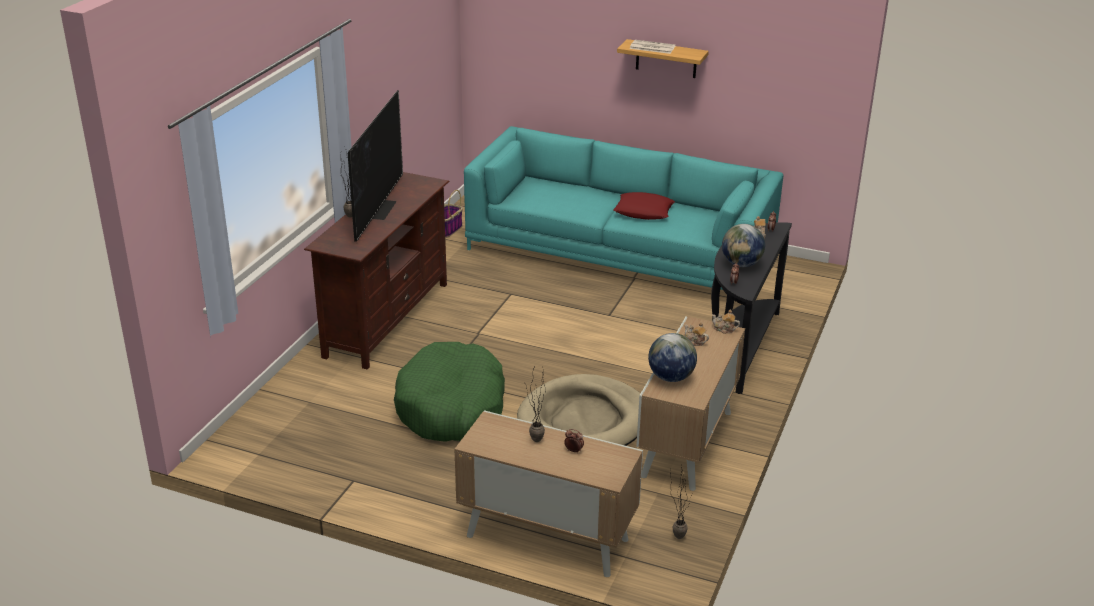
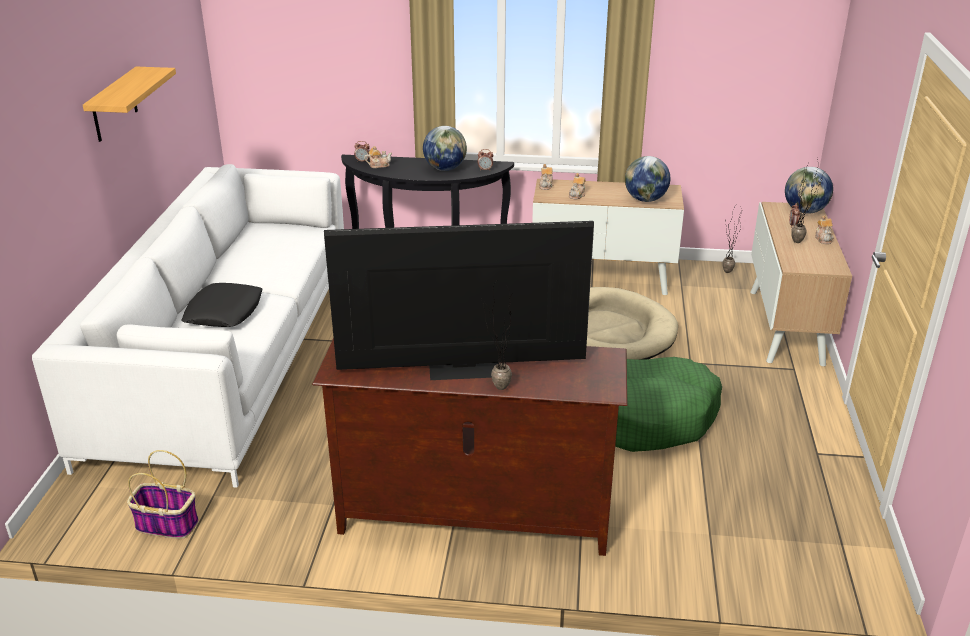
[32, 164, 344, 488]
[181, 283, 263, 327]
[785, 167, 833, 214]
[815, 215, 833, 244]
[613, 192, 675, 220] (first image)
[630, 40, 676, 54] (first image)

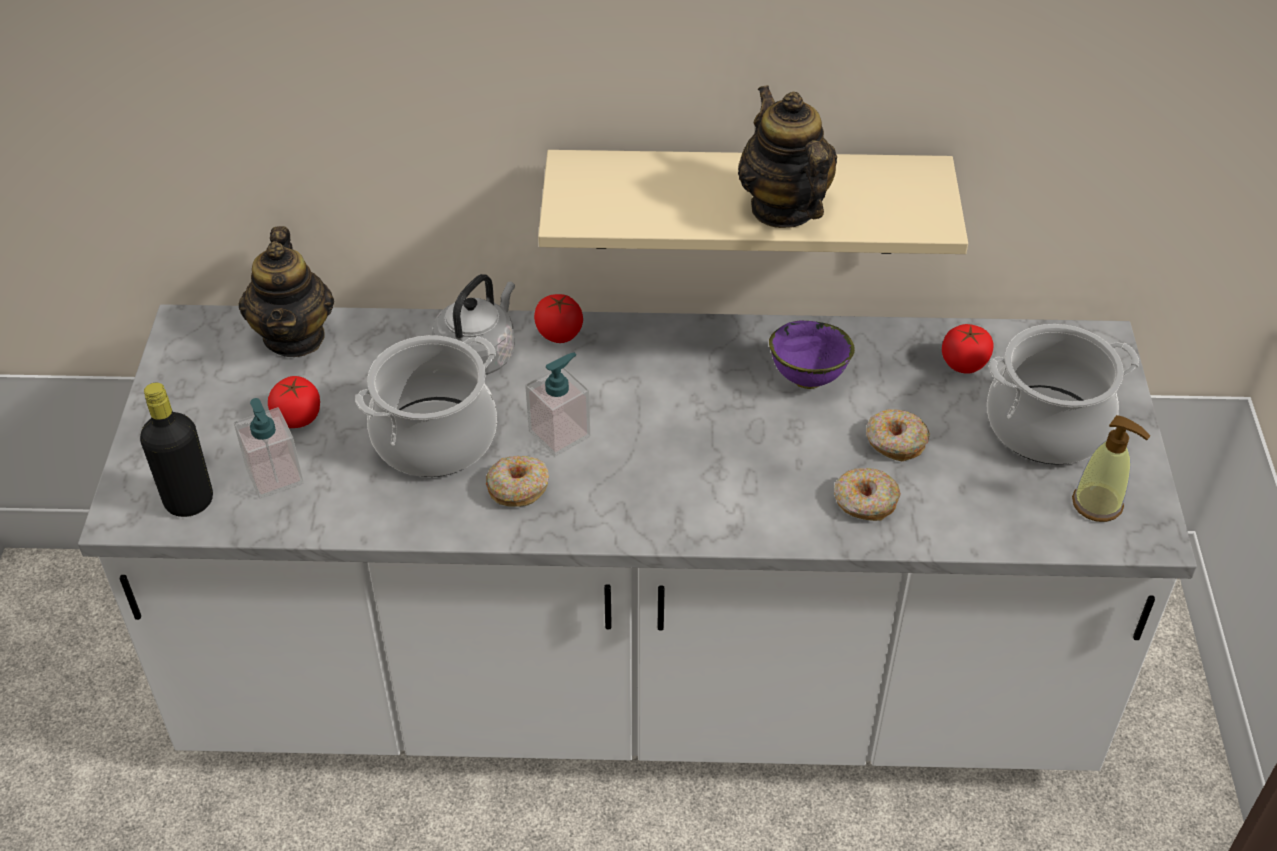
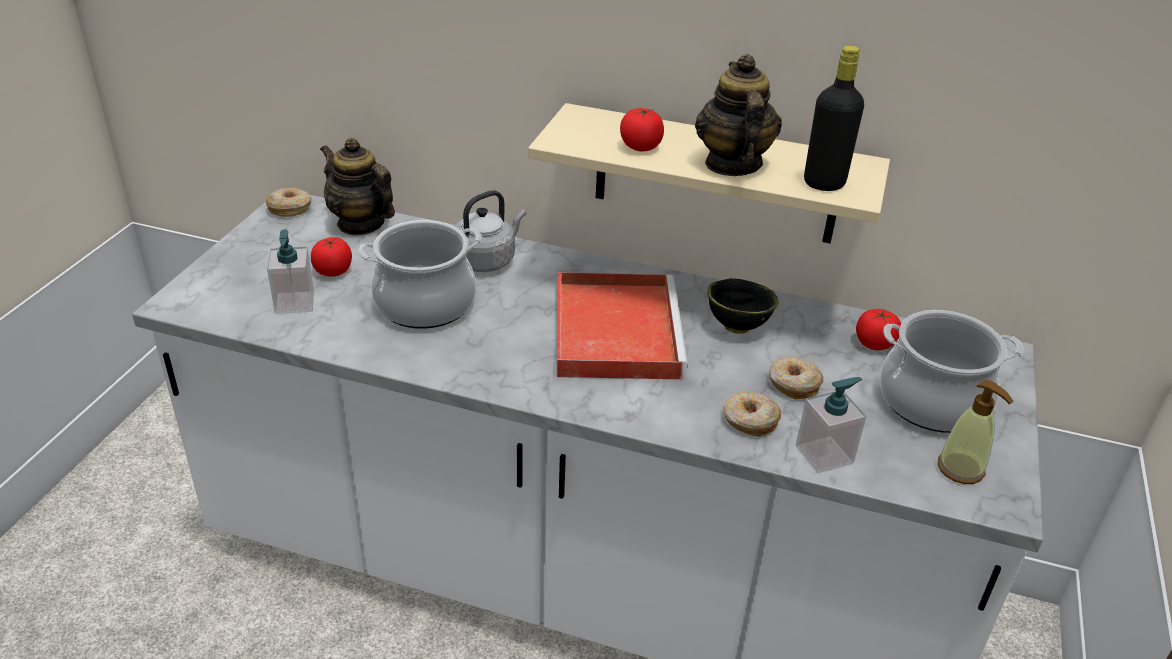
[266, 188, 311, 217]
[320, 138, 395, 236]
[557, 272, 688, 379]
[620, 108, 664, 151]
[707, 278, 779, 334]
[796, 377, 866, 473]
[804, 46, 864, 191]

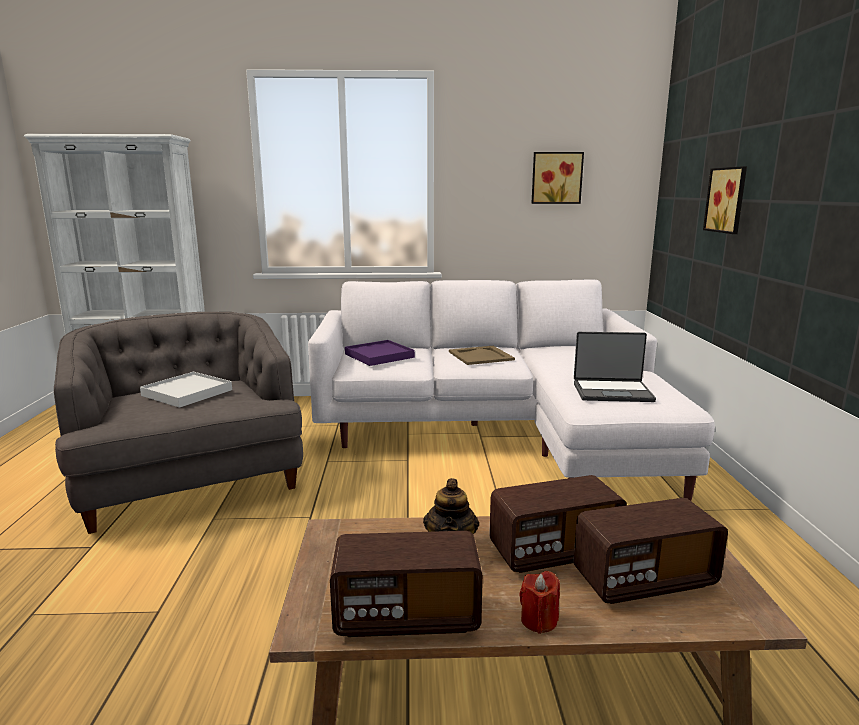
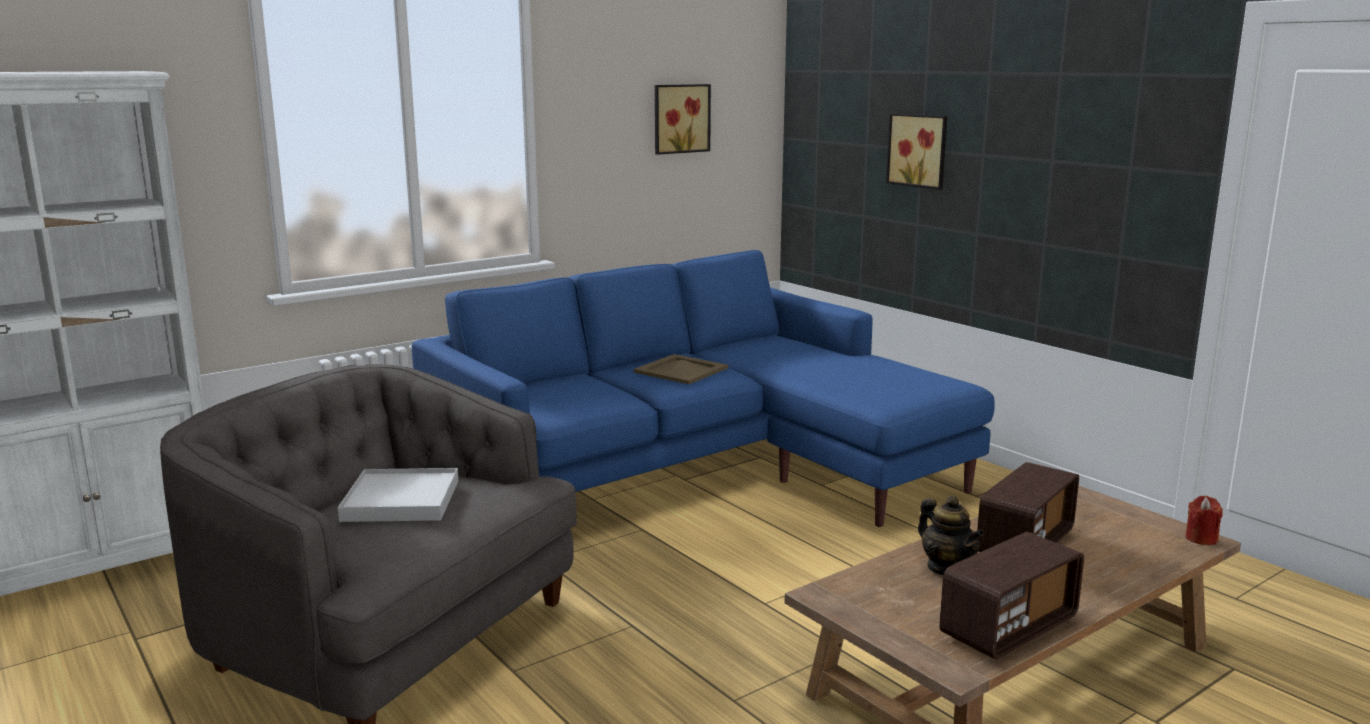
[412, 250, 995, 527]
[1185, 496, 1223, 545]
[345, 340, 415, 366] (first image)
[573, 498, 728, 604] (first image)
[574, 332, 656, 402] (first image)

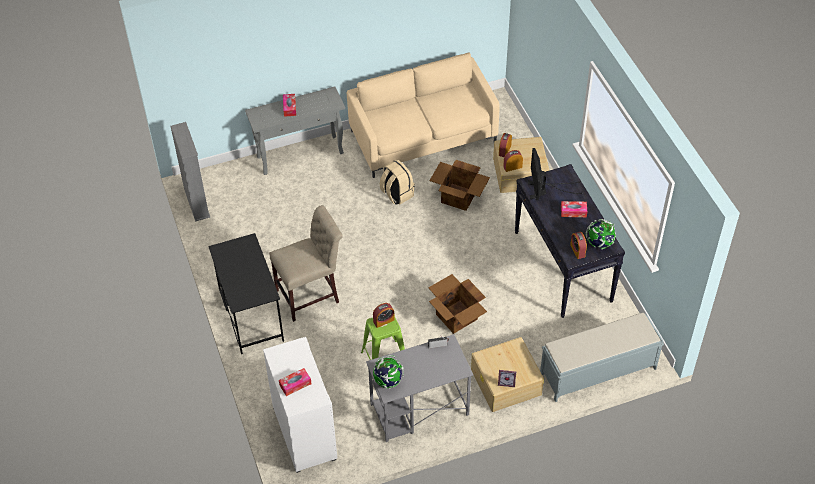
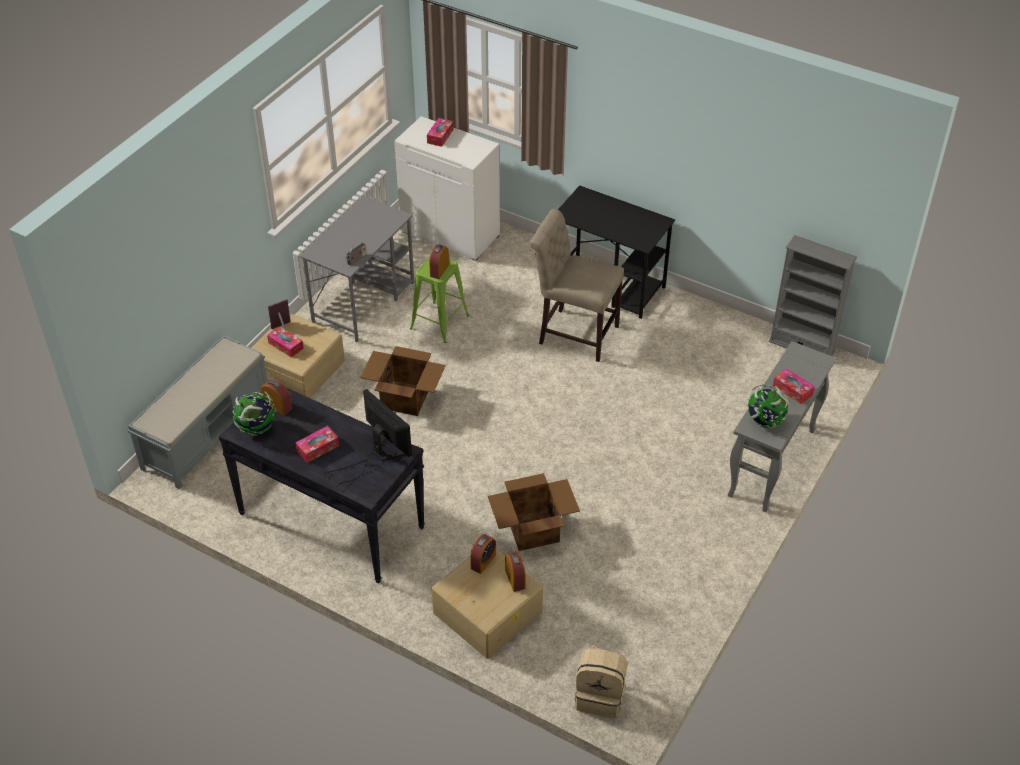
[267, 326, 304, 358]
[530, 209, 624, 362]
[575, 647, 627, 718]
[747, 384, 789, 428]
[347, 53, 500, 178] (first image)

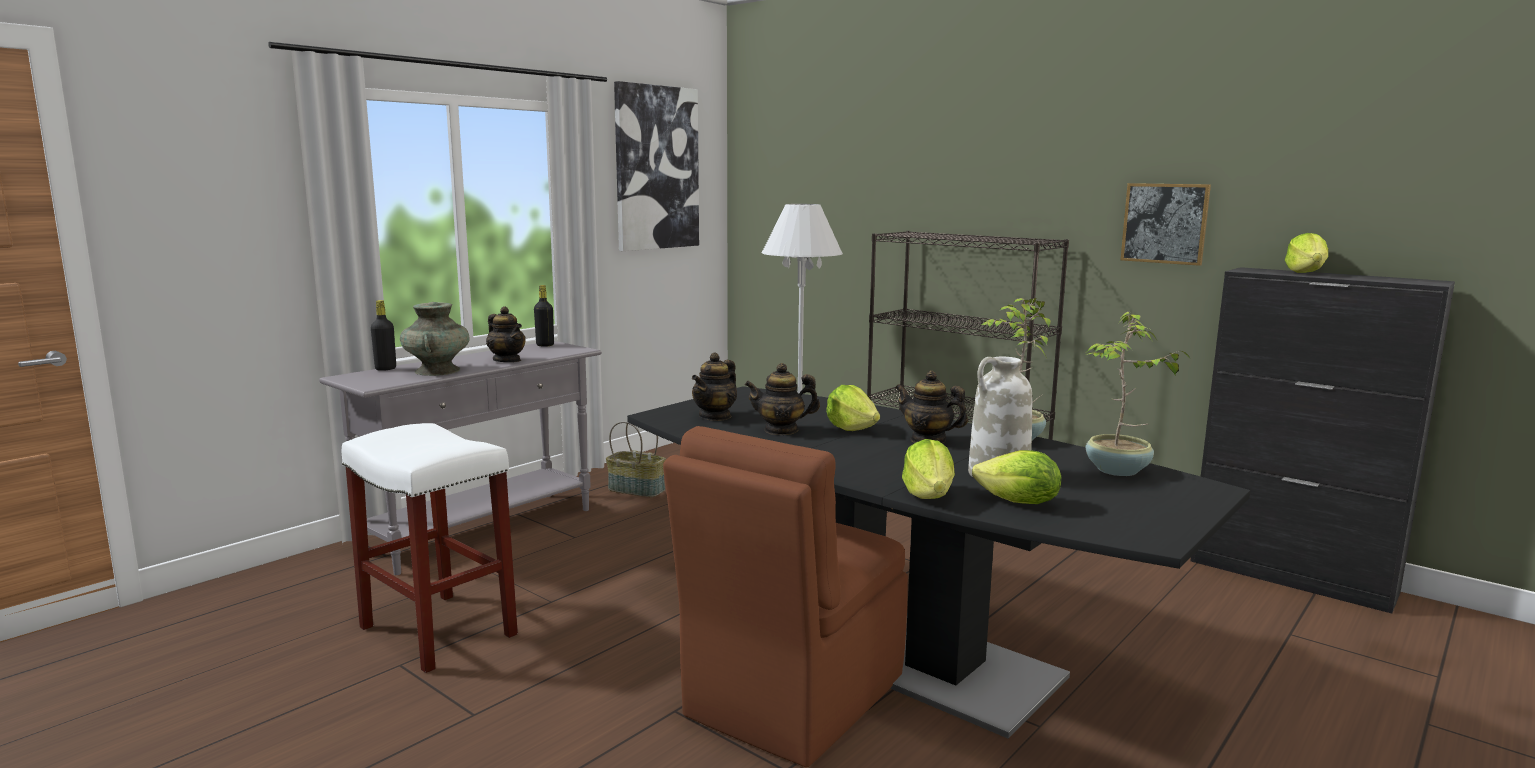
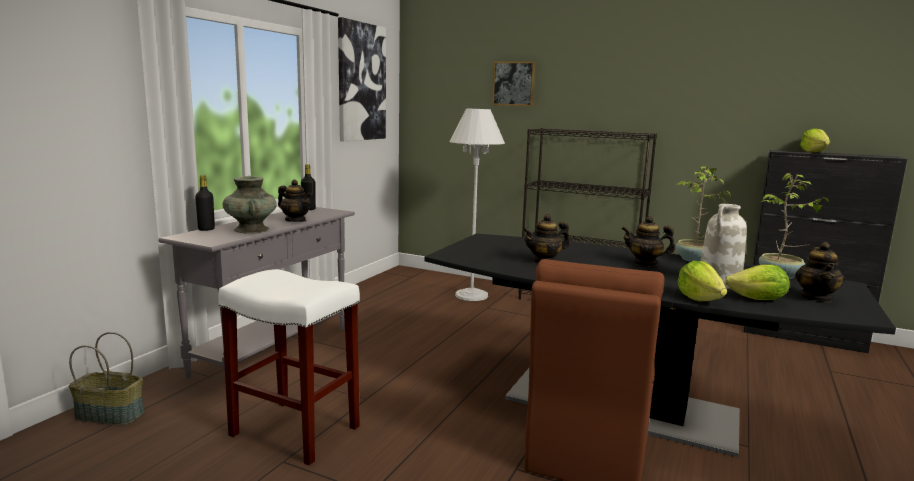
[69, 332, 145, 425]
[492, 61, 535, 106]
[795, 242, 845, 302]
[826, 385, 880, 431] (first image)

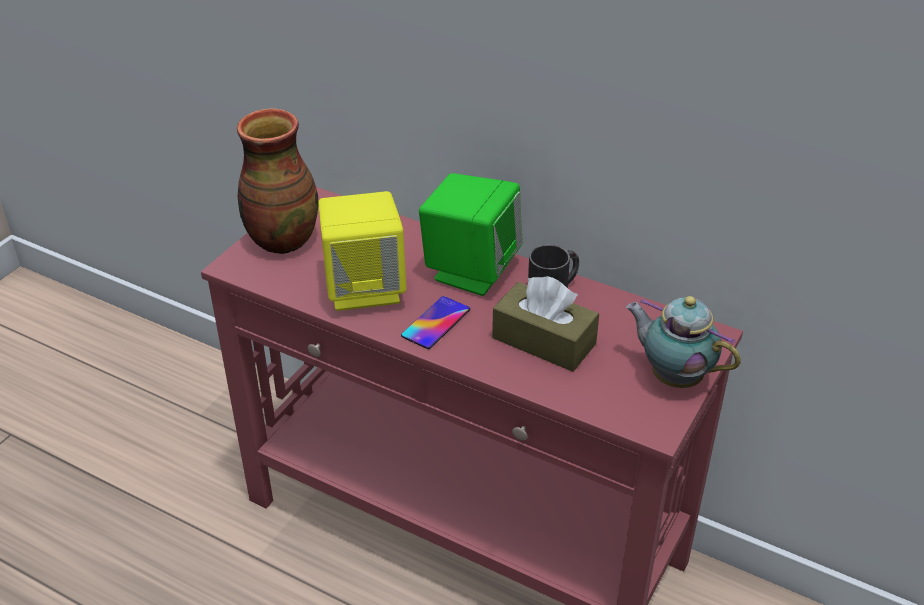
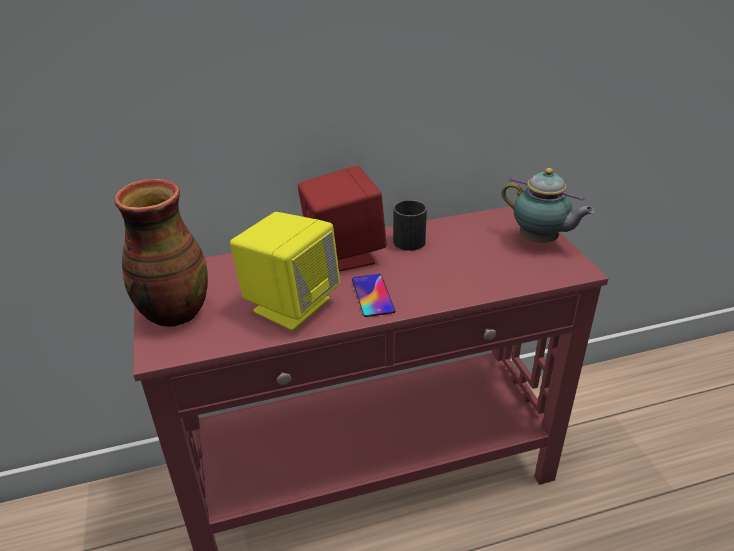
[298, 166, 387, 271]
[502, 168, 594, 243]
[492, 276, 599, 372] (first image)

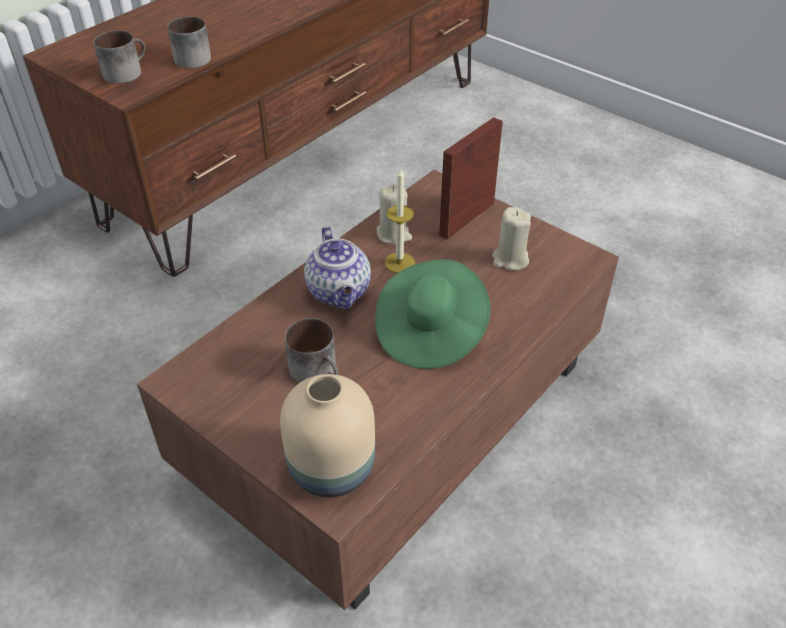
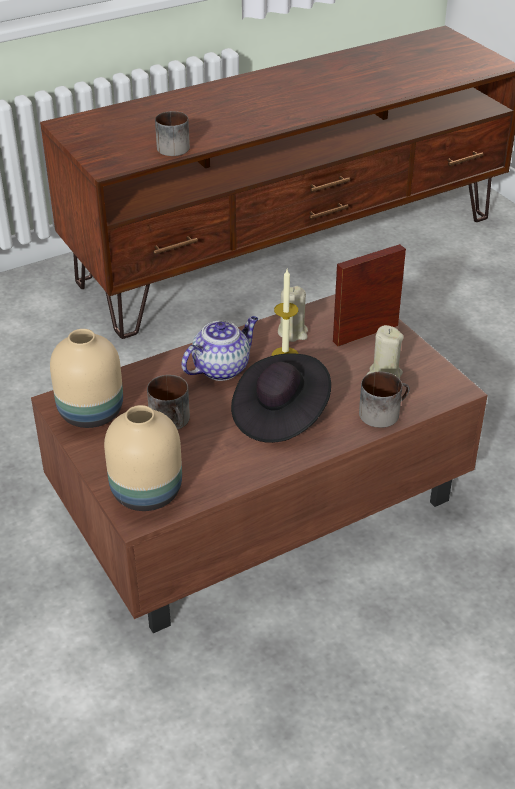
[50, 329, 123, 428]
[182, 316, 258, 381]
[231, 353, 331, 443]
[359, 371, 410, 428]

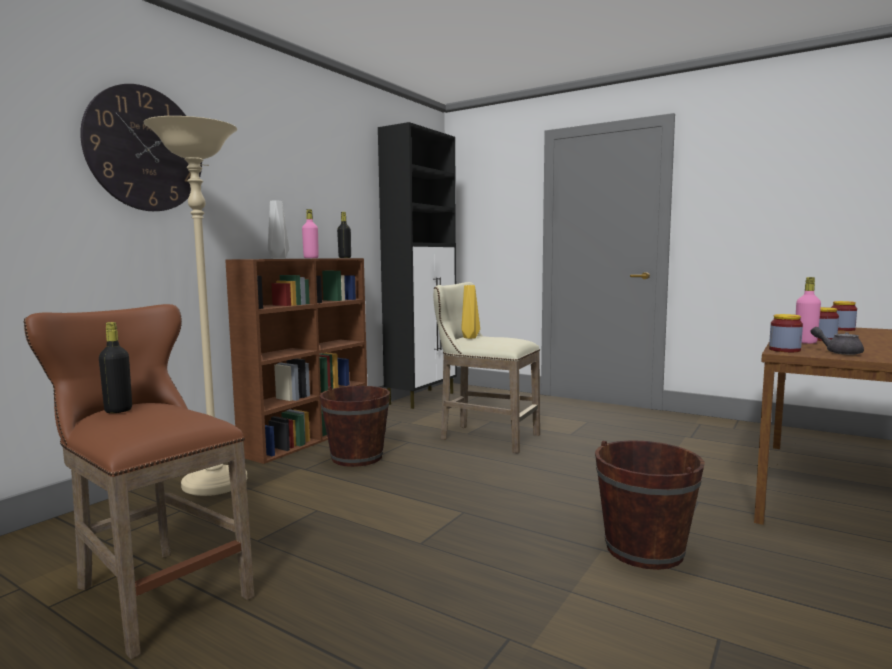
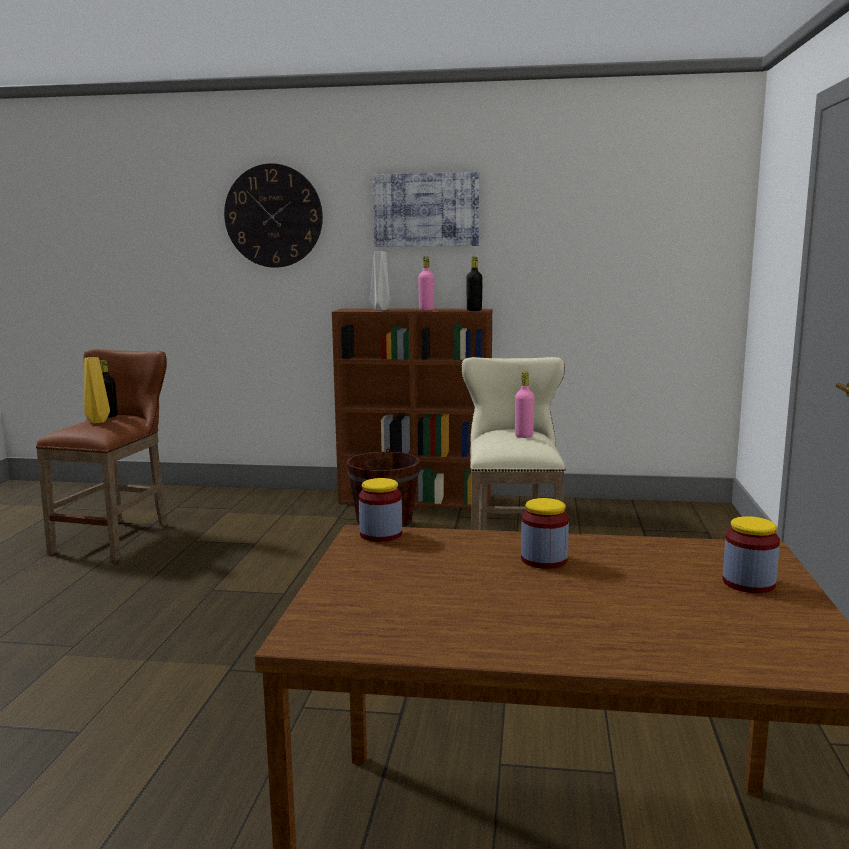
[84, 357, 110, 424]
[373, 172, 479, 247]
[515, 372, 535, 438]
[143, 116, 247, 496] (first image)
[378, 122, 457, 409] (first image)
[595, 440, 705, 570] (first image)
[810, 327, 864, 355] (first image)

